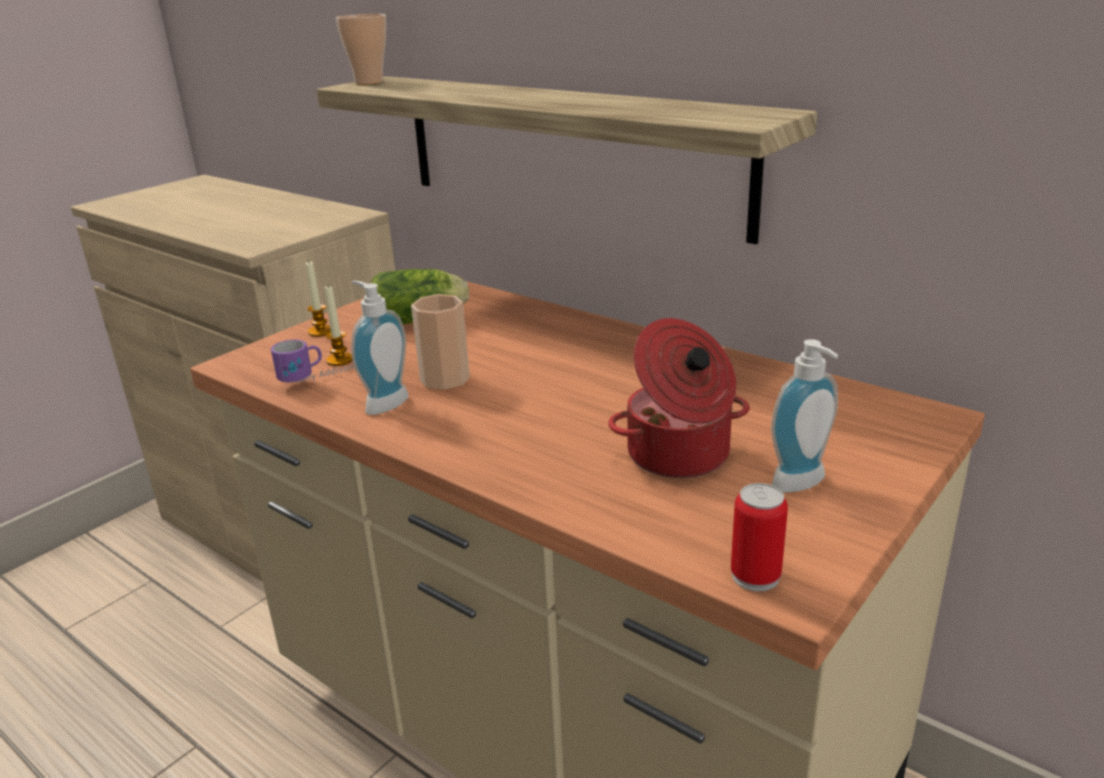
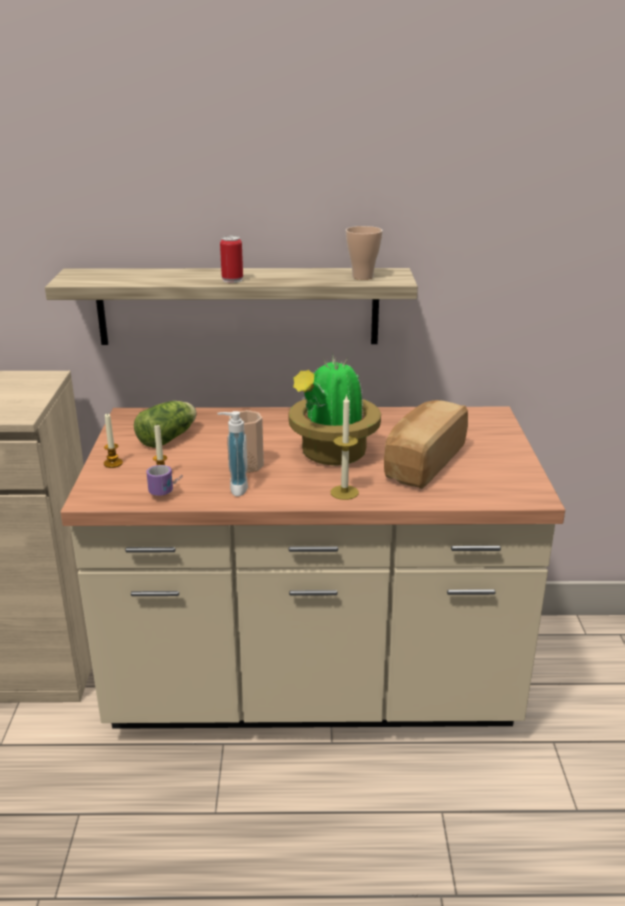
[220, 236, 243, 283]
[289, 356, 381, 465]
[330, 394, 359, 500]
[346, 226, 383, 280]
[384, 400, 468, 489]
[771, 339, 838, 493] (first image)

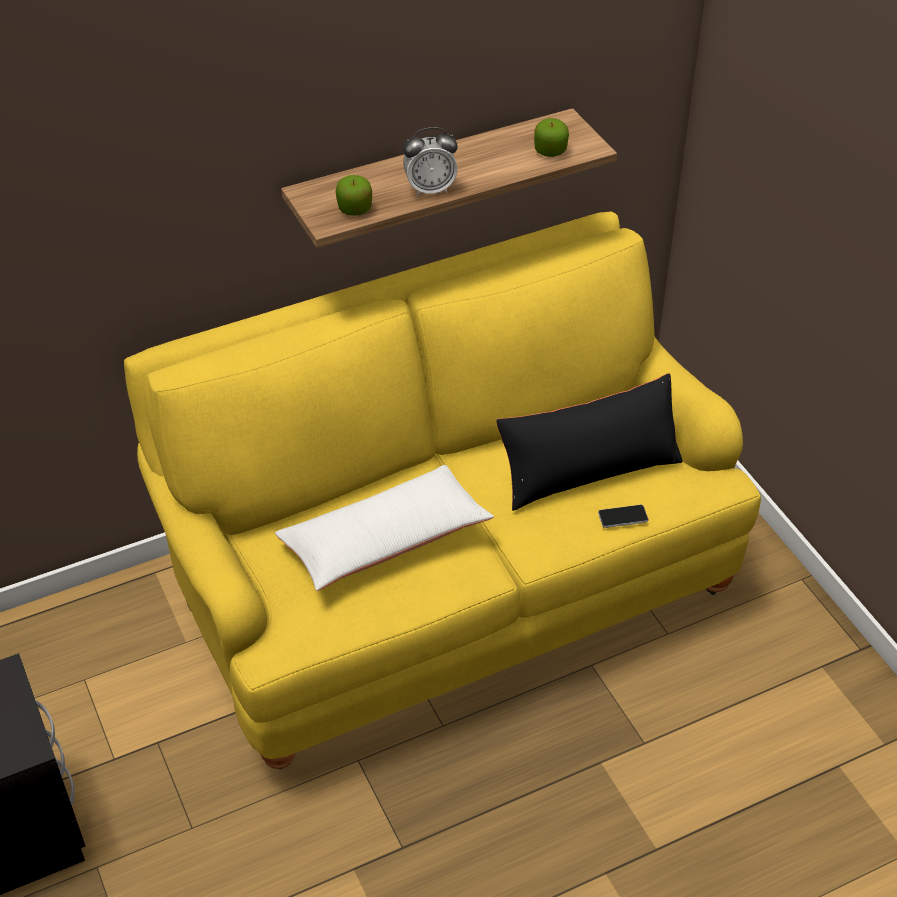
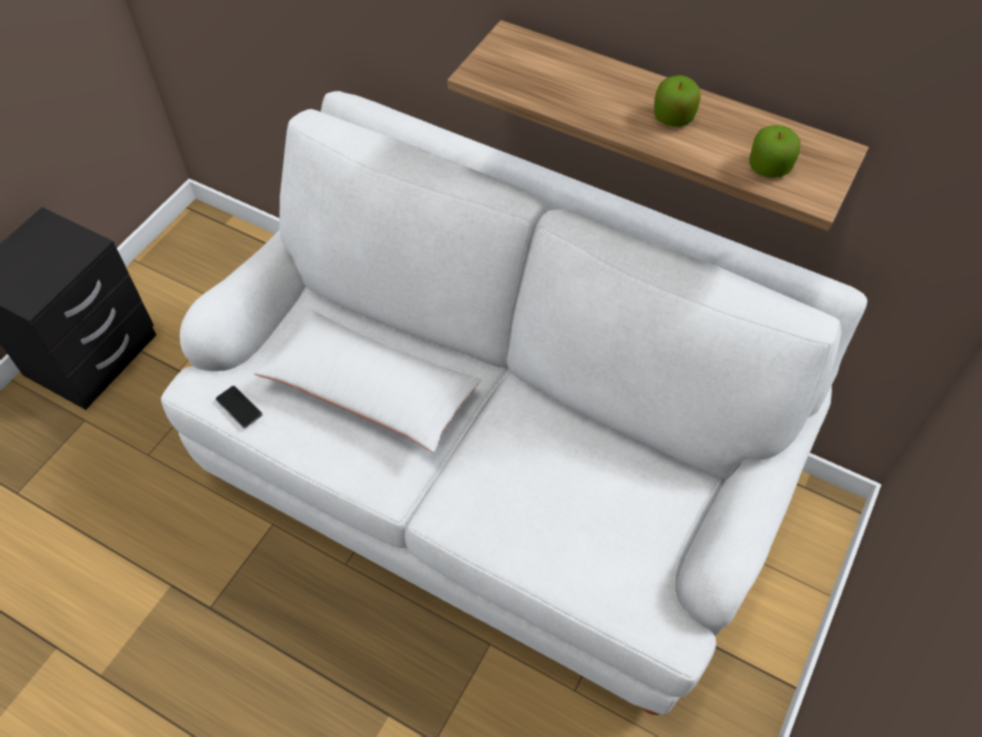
[161, 91, 867, 715]
[215, 386, 263, 428]
[654, 75, 701, 126]
[403, 127, 458, 196] (first image)
[496, 373, 683, 511] (first image)

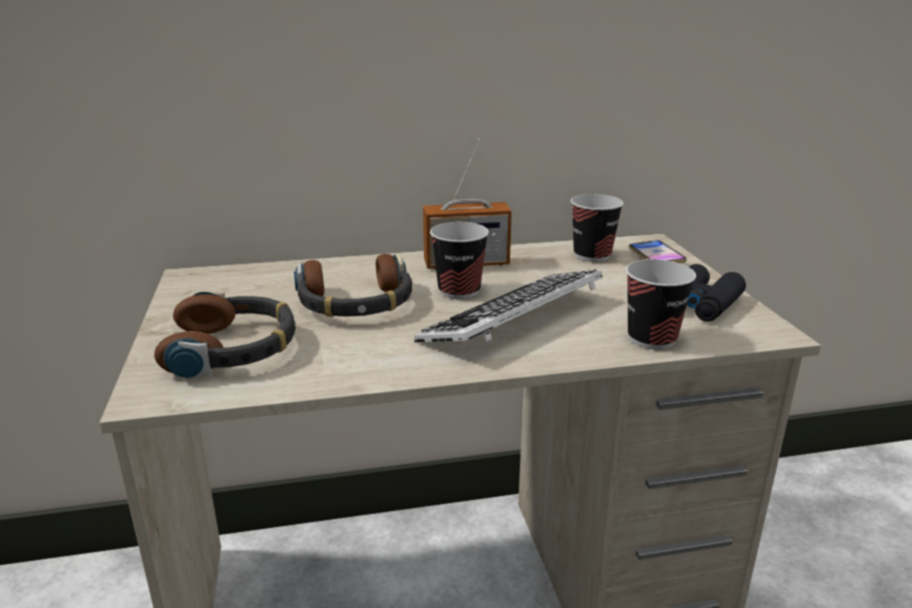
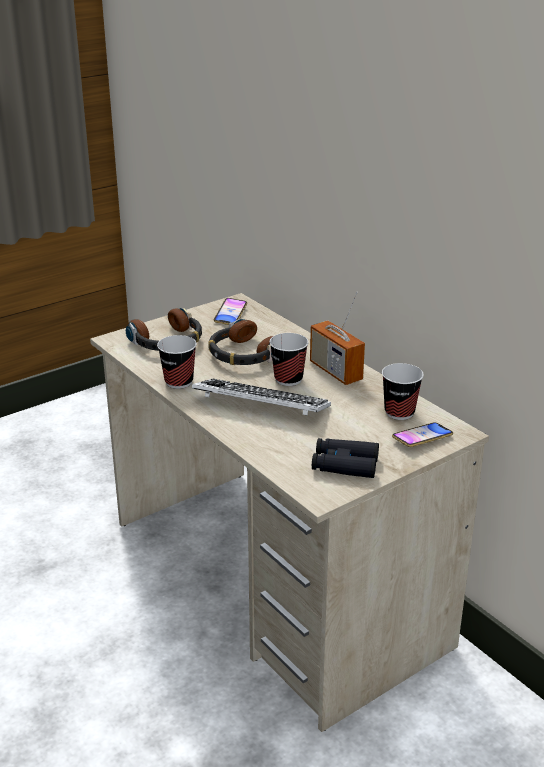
[157, 335, 197, 389]
[214, 298, 247, 325]

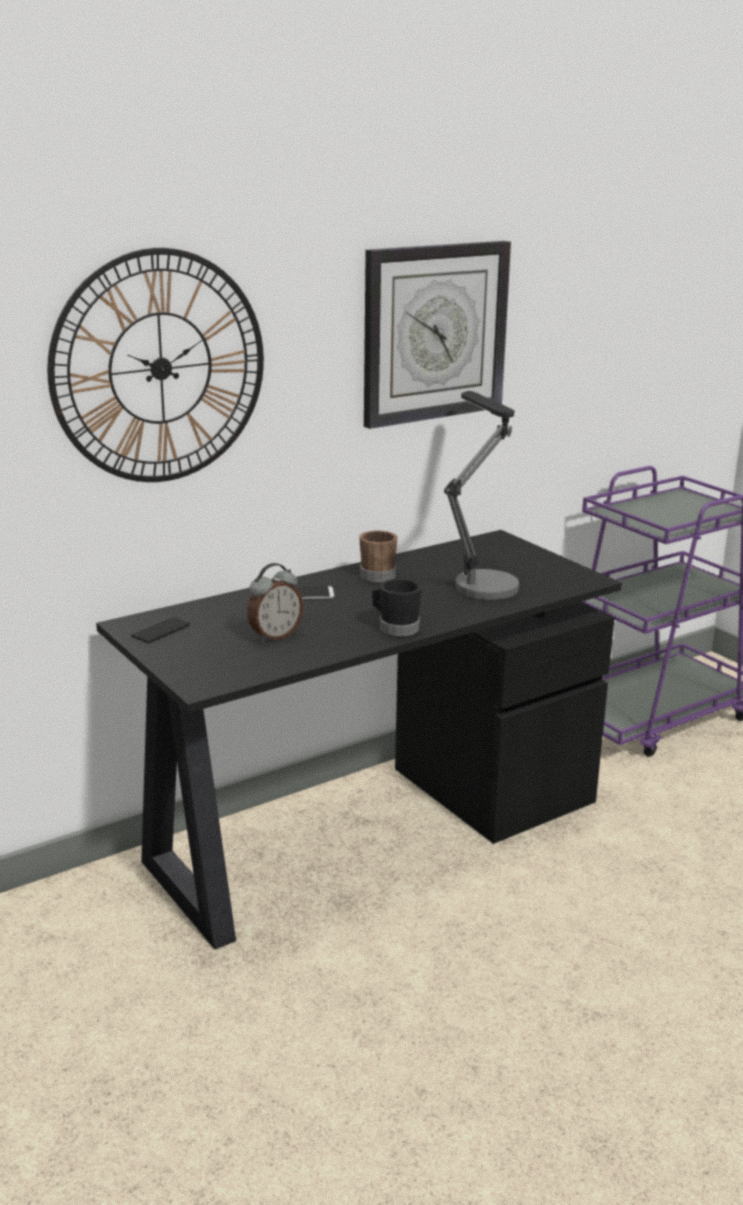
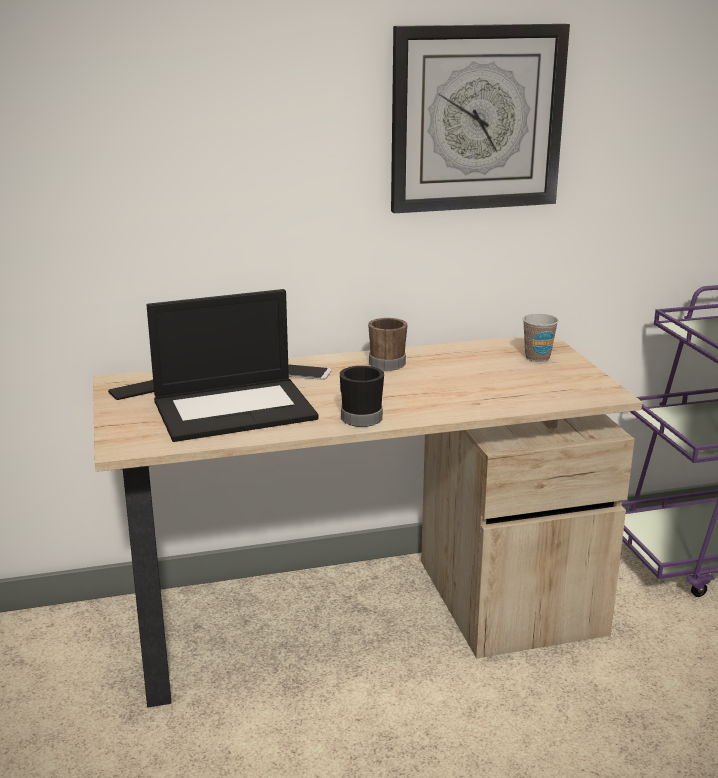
[93, 335, 642, 707]
[147, 289, 319, 442]
[523, 314, 559, 362]
[47, 248, 264, 482] (first image)
[444, 391, 519, 600] (first image)

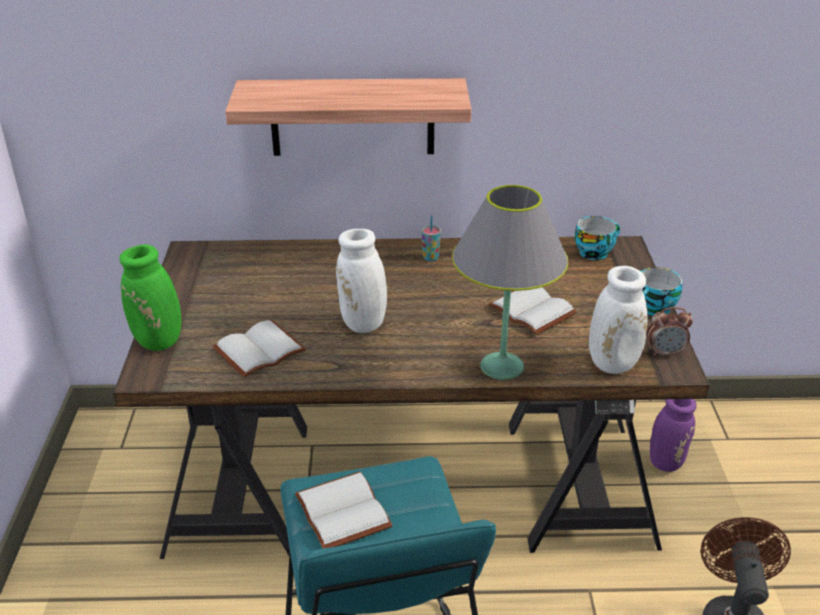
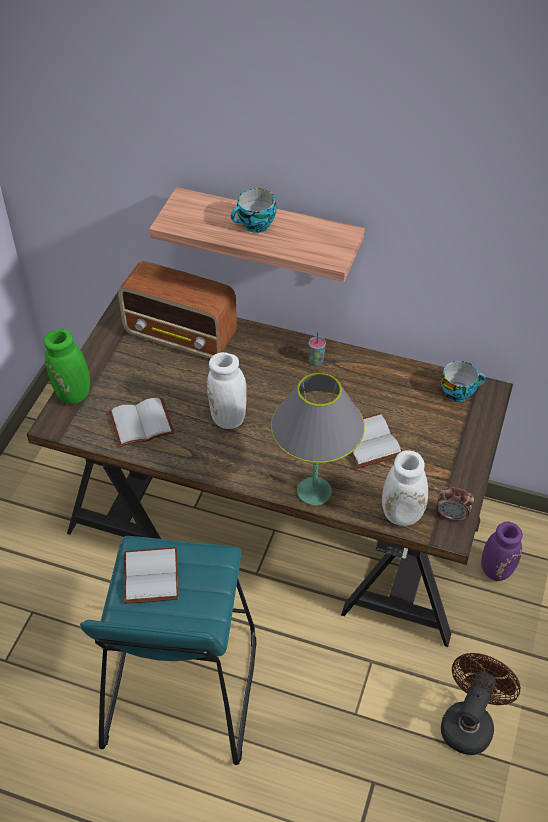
[118, 261, 237, 359]
[231, 188, 276, 233]

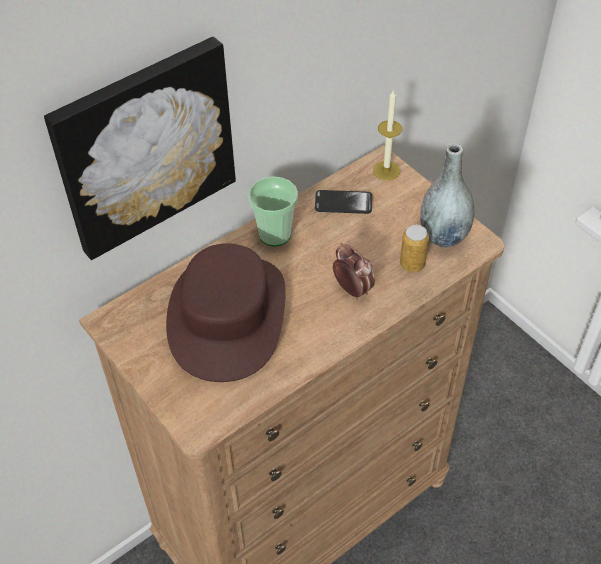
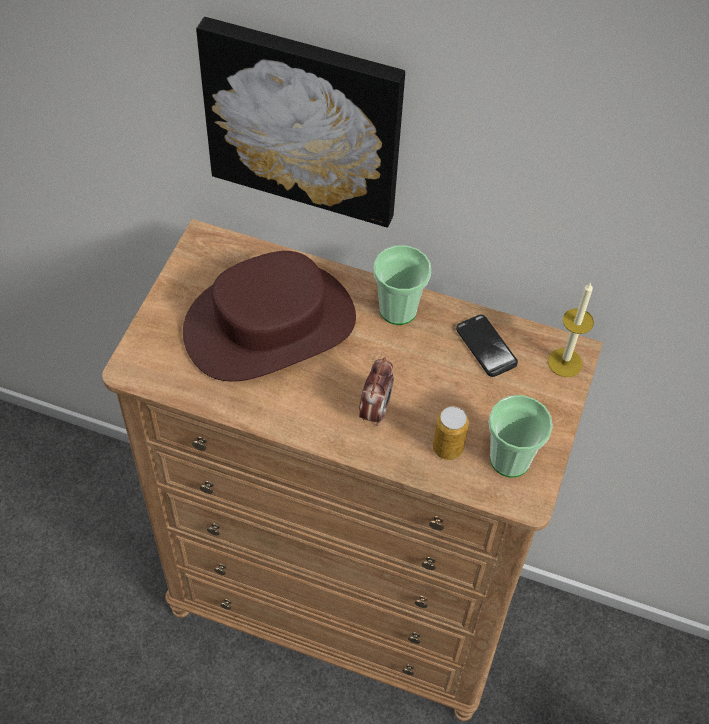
[488, 395, 553, 477]

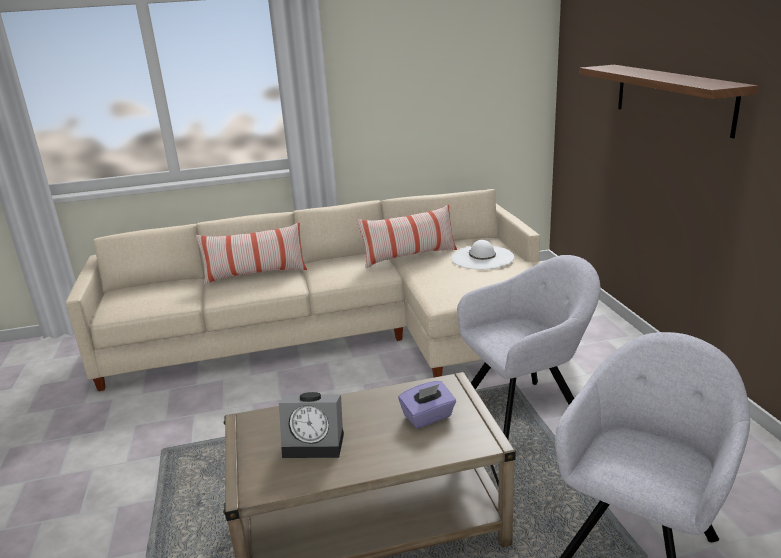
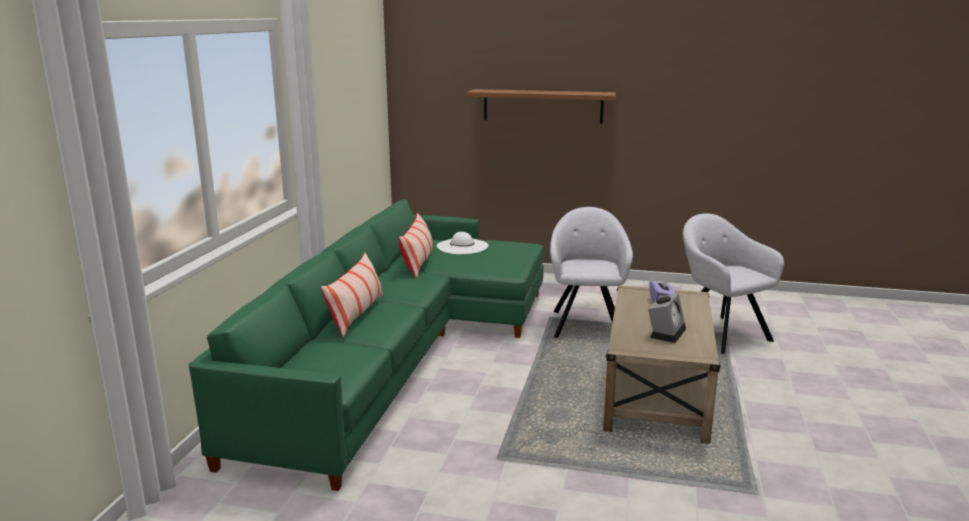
[189, 199, 544, 491]

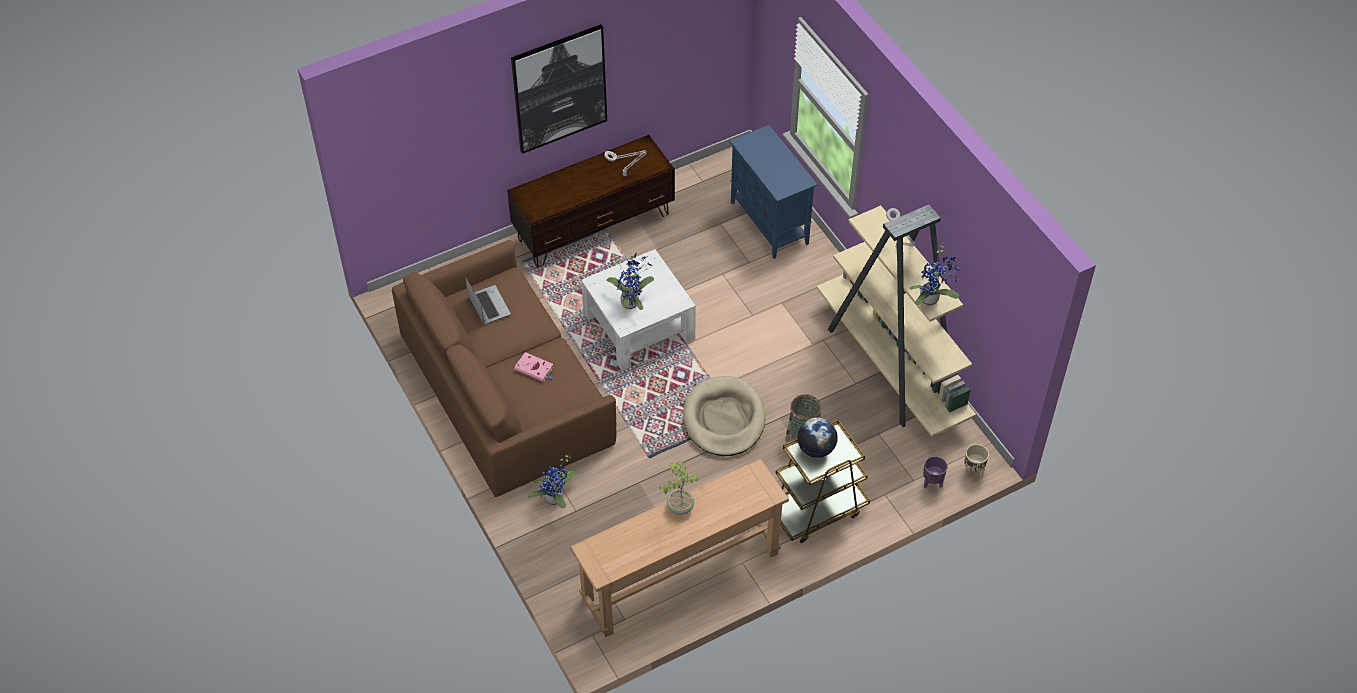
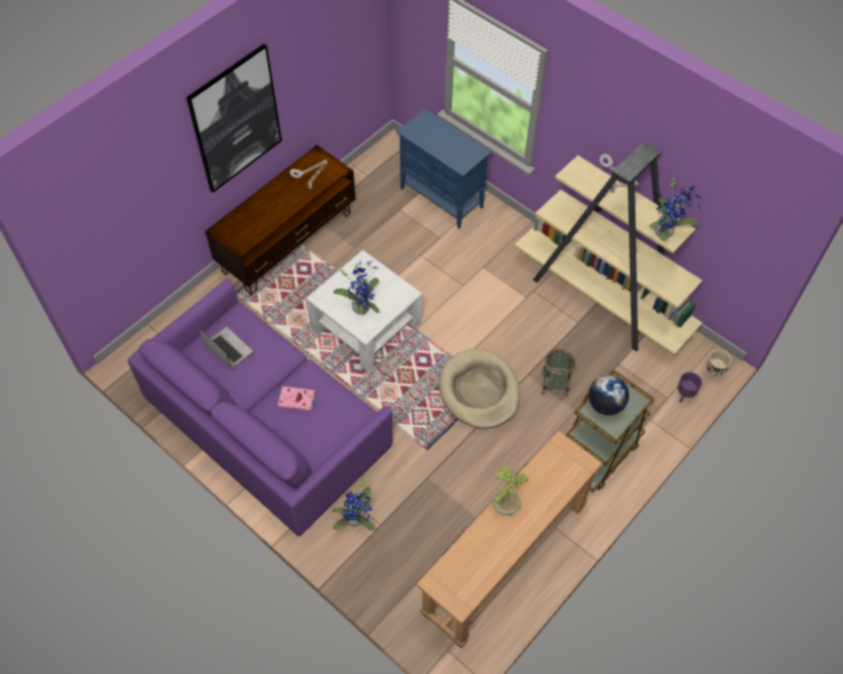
[128, 279, 393, 536]

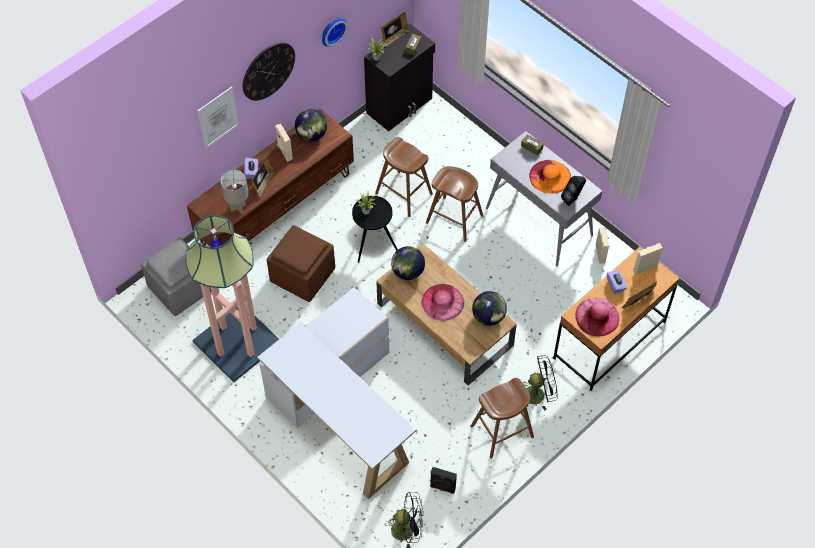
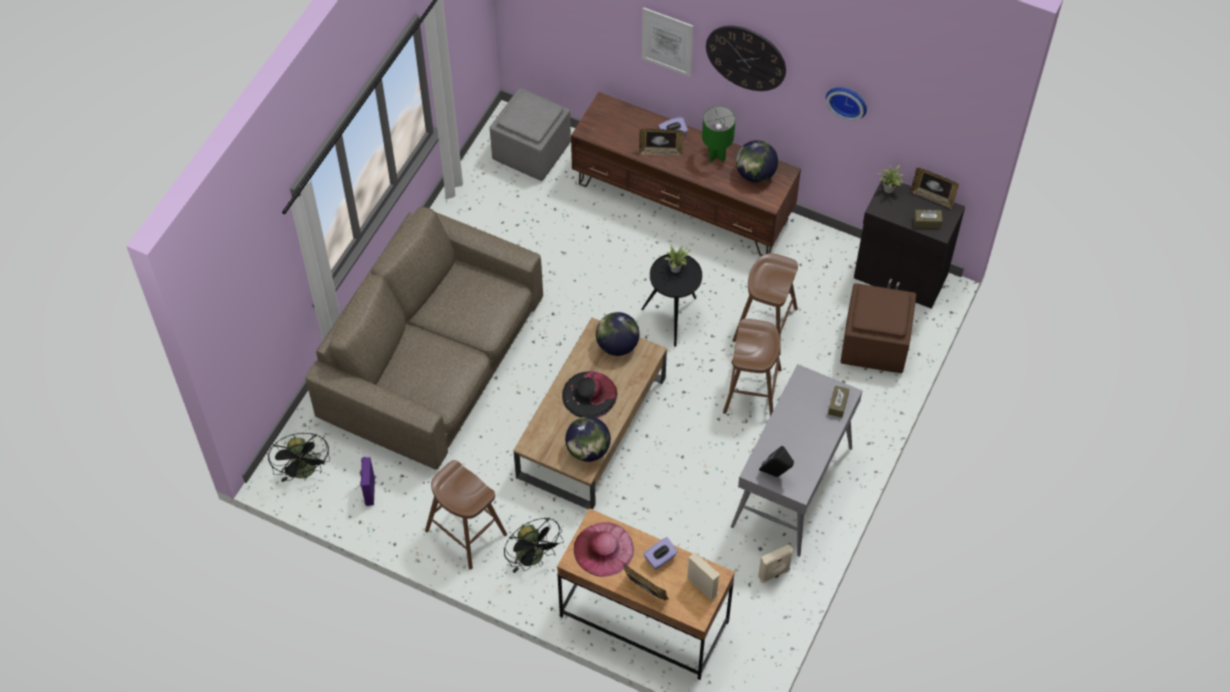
[305, 206, 543, 470]
[360, 457, 375, 506]
[562, 371, 617, 418]
[702, 106, 735, 163]
[840, 283, 916, 373]
[186, 215, 279, 382] (first image)
[220, 170, 249, 214] (first image)
[529, 160, 571, 194] (first image)

